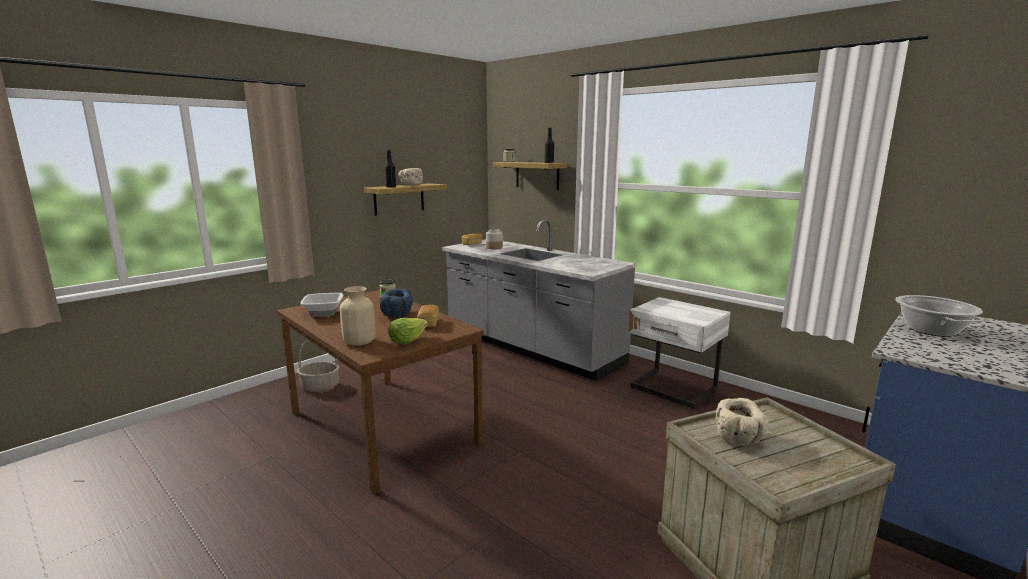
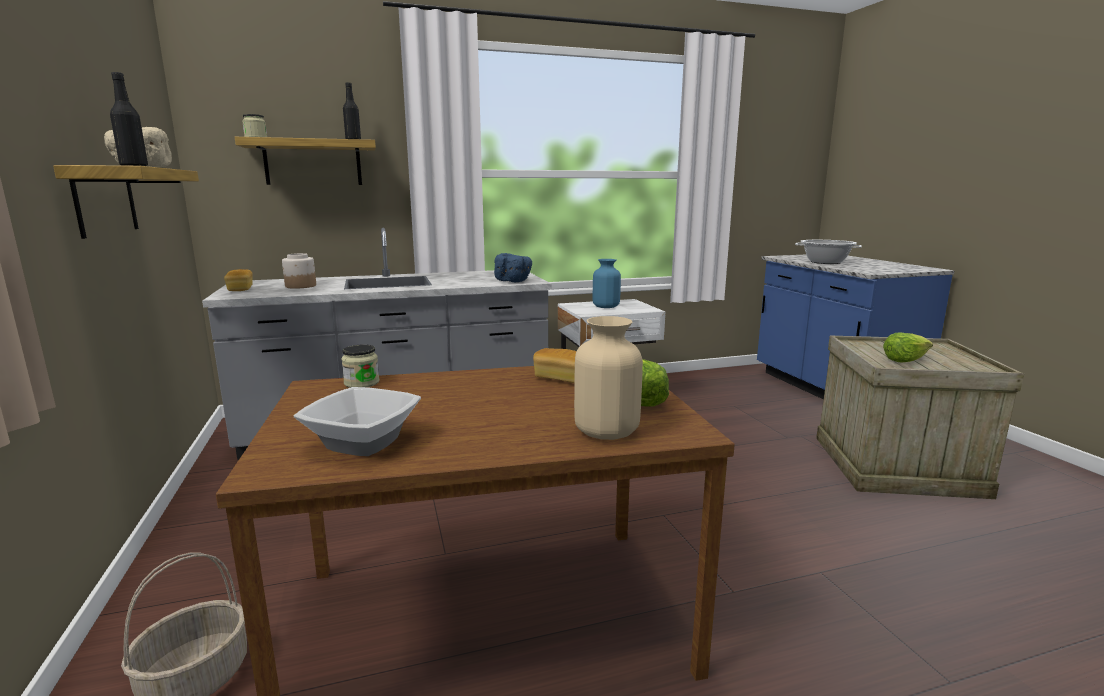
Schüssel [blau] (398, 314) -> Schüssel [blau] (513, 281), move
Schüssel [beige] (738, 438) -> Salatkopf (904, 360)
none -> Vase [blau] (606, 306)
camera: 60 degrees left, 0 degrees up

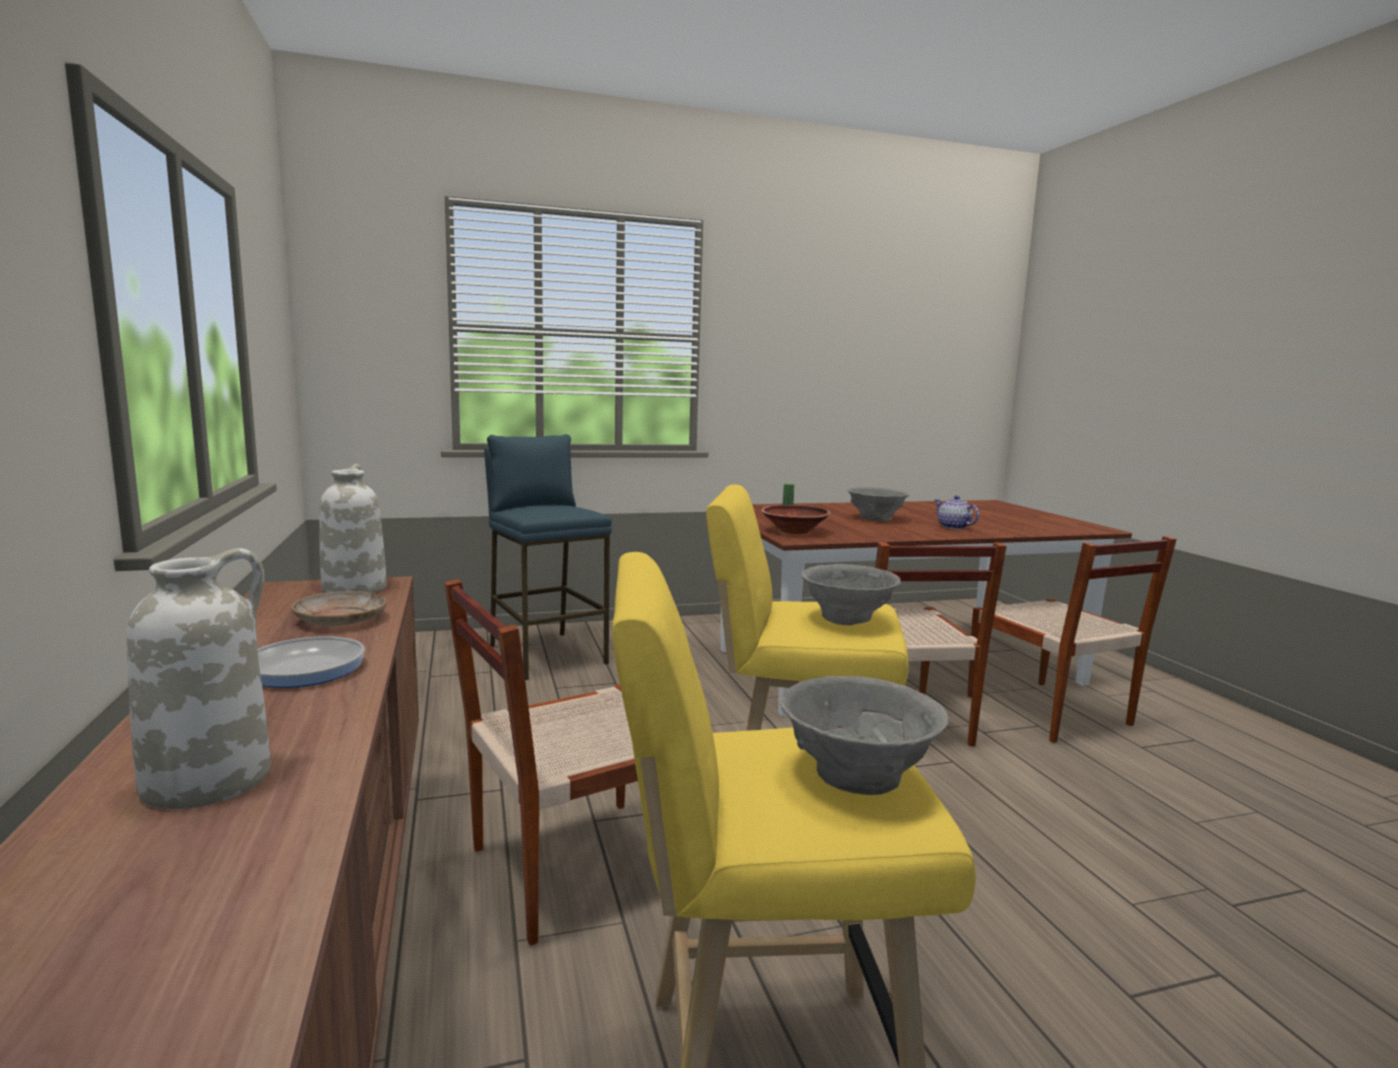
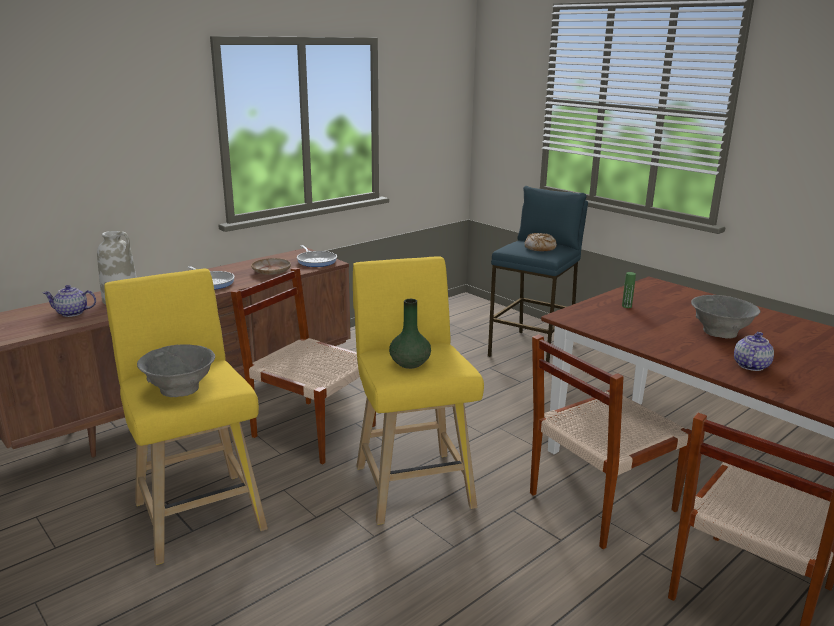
Vase [weiß] (354, 588) -> Pfanne (316, 261)
Schüssel [braun] (795, 531) -> none
Schüssel [grau] (847, 618) -> Vase [grün] (410, 363)
none -> Teekanne (72, 313)
none -> Brot (540, 248)
camera: 65 degrees right, 10 degrees up

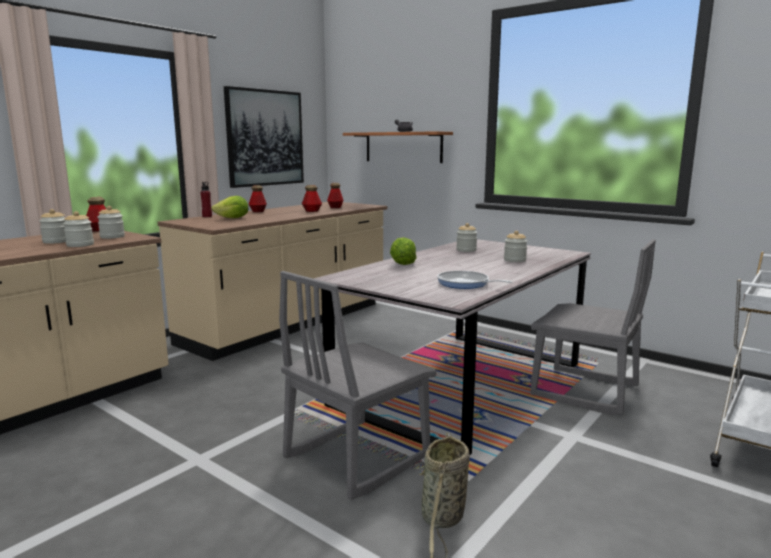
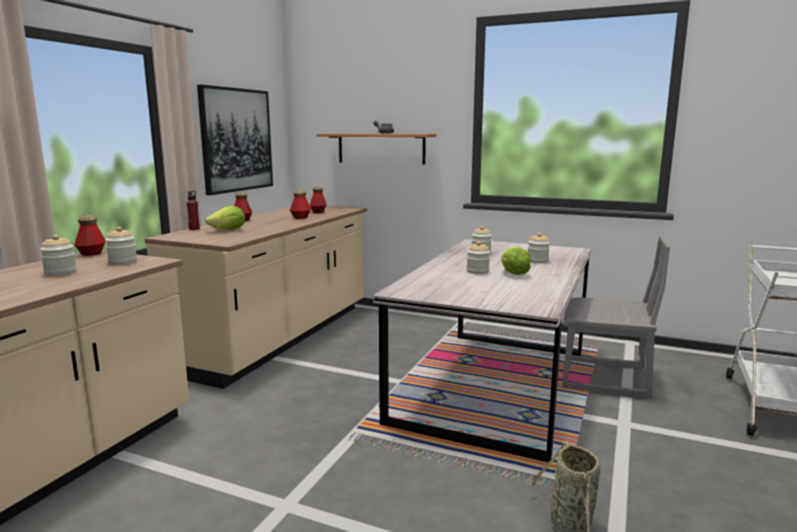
Vorratsglas (80, 245) -> Vorratsglas (477, 271), move
Stuhl [grau] (356, 457) -> none
Salatkopf (402, 264) -> Salatkopf (513, 274), move
Pfanne (465, 284) -> none
camera: 15 degrees left, 0 degrees up

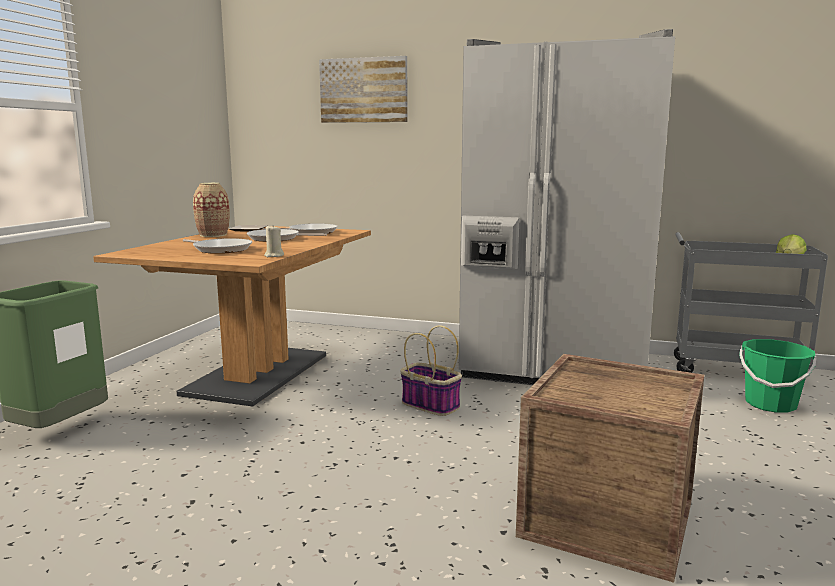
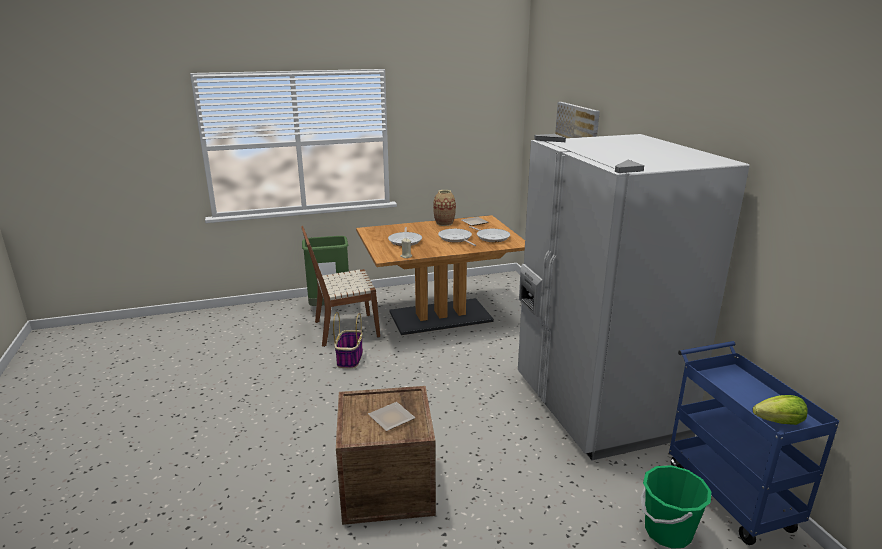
Korb (429, 405) -> Korb (350, 358), move
Rollwagen [grau] (732, 372) -> Rollwagen [blau] (726, 496)
none -> Stuhl (343, 330)
none -> Teller (390, 418)
camera: 55 degrees right, 10 degrees up

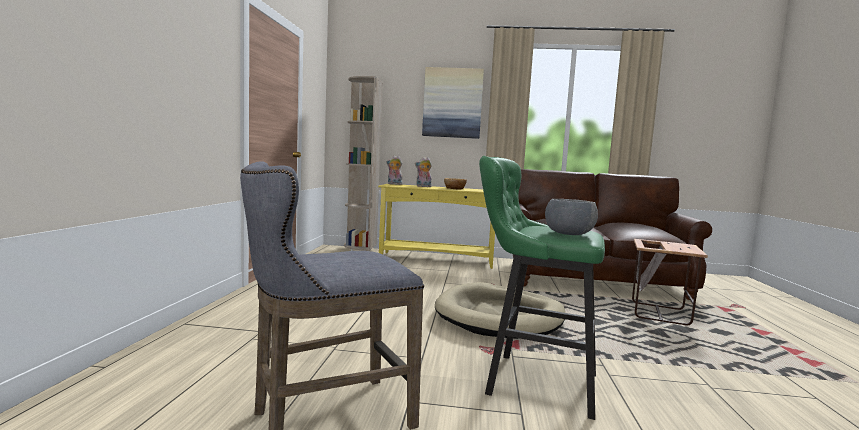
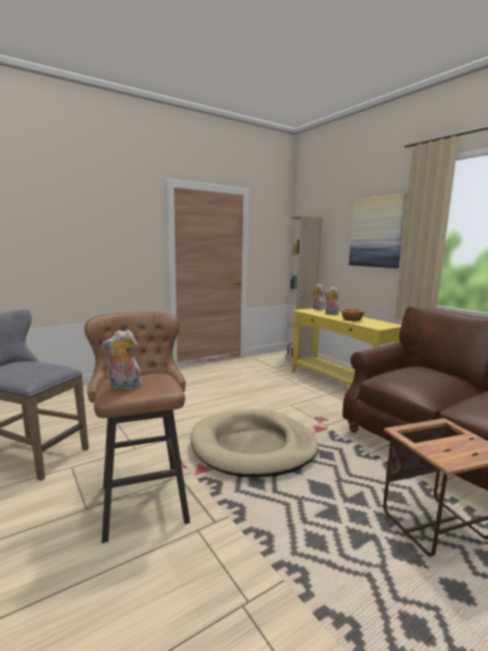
Hocker [grün] (527, 380) -> Hocker [braun] (143, 495)
Schüssel [grau] (569, 234) -> Plüschtier (124, 387)
camera: 50 degrees right, 5 degrees up

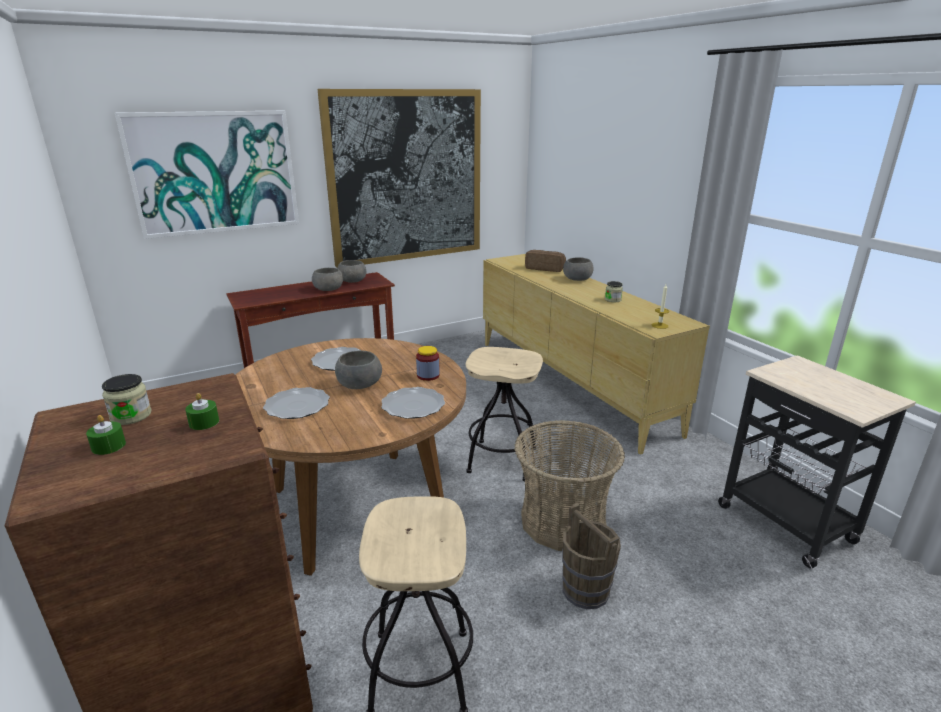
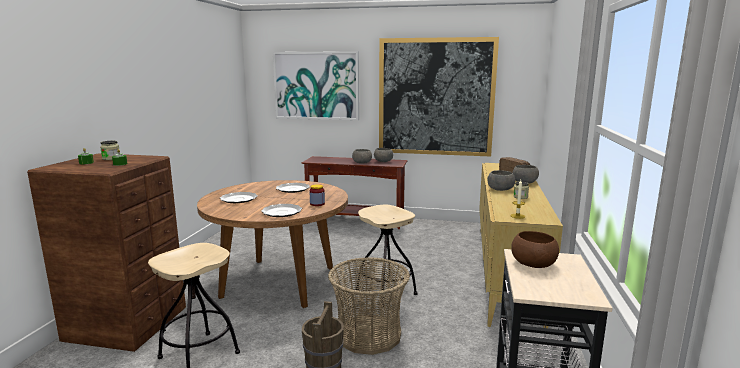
Schüssel [grau] (359, 384) -> Schüssel [grau] (500, 189), move
none -> Schüssel [braun] (534, 263)
camera: 40 degrees right, 10 degrees down

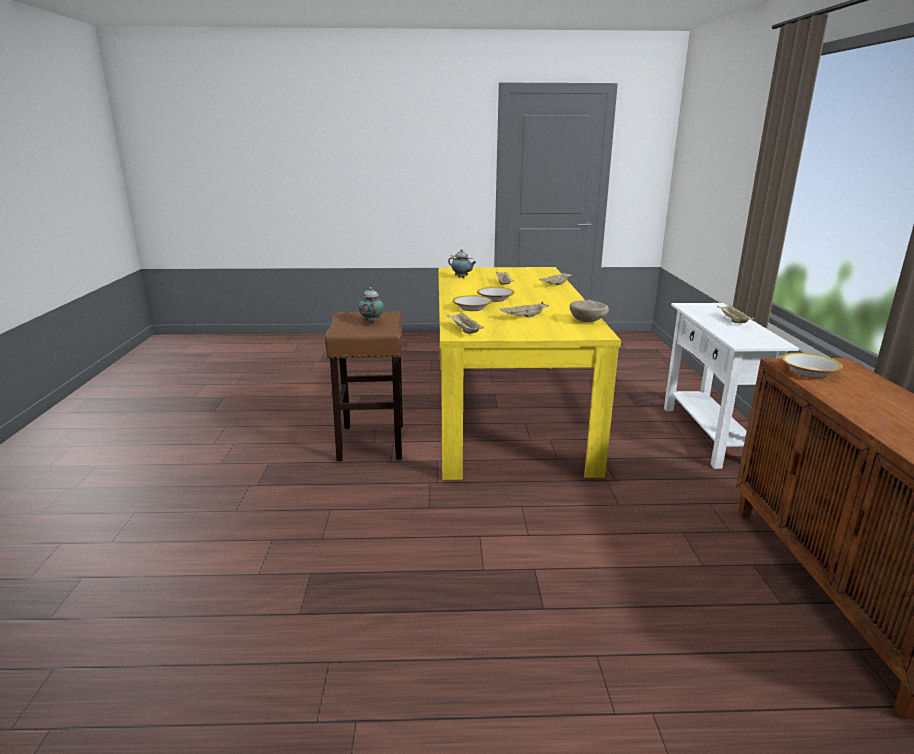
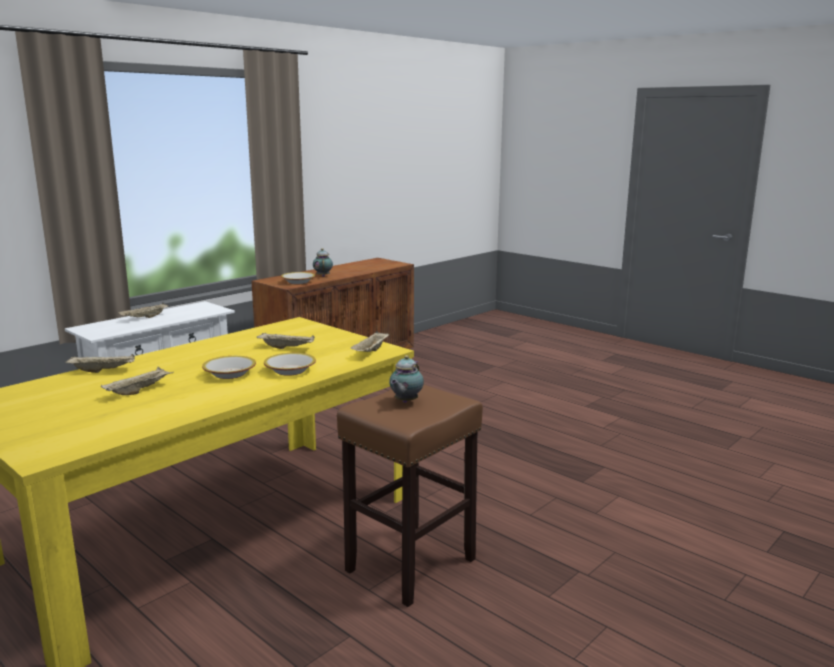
Teekanne (462, 278) -> Teekanne (323, 276), move
Schüssel [beige] (588, 321) -> none
camera: 135 degrees left, 5 degrees down

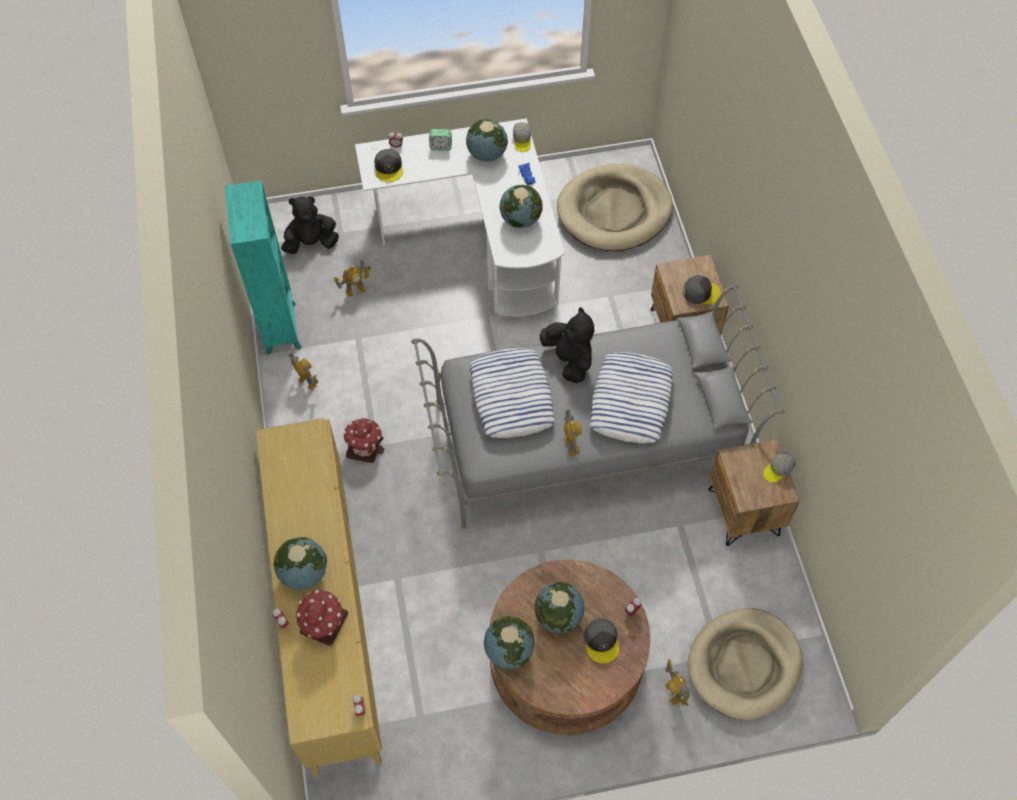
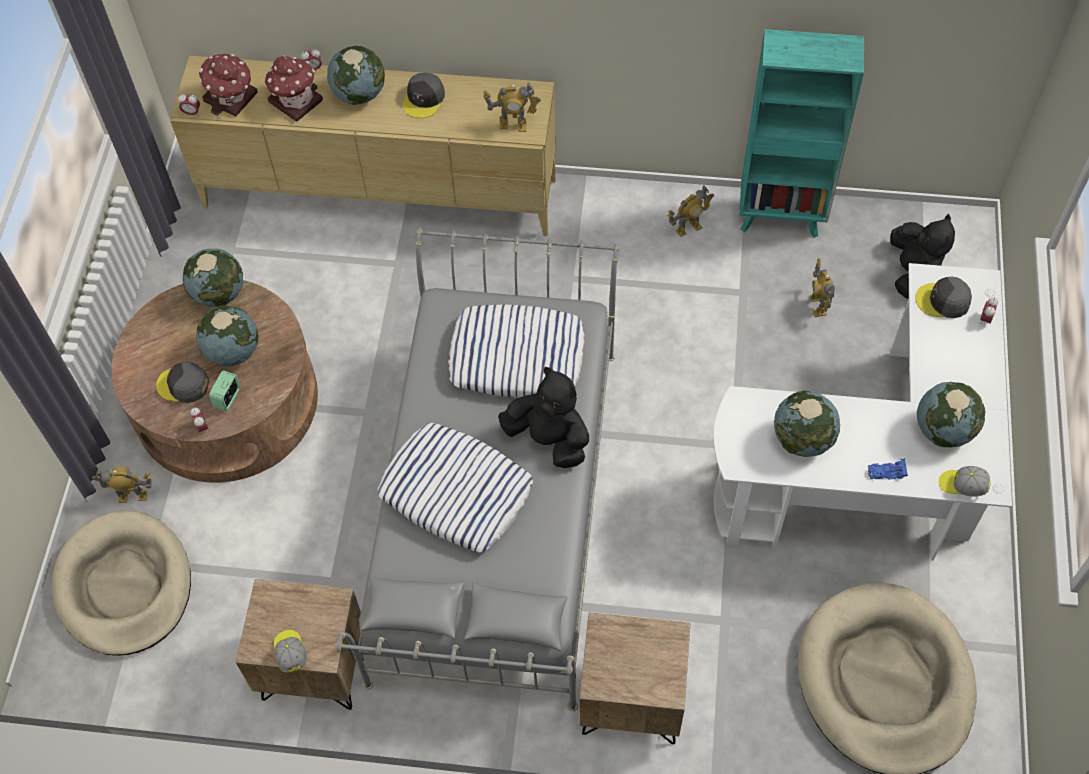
Spielzeughaus (364, 446) -> Spielzeughaus (231, 98), move
Wecker (441, 146) -> Wecker (228, 398), move
Plüschtier [schwarz] (569, 359) -> Plüschtier [schwarz] (549, 439), 135 degrees counterclockwise
Spielzeugroboter (571, 446) -> Spielzeugroboter (513, 125), move
Kappe [grau] (701, 292) -> Kappe [grau] (424, 99), move
camera: 110 degrees right, 0 degrees up

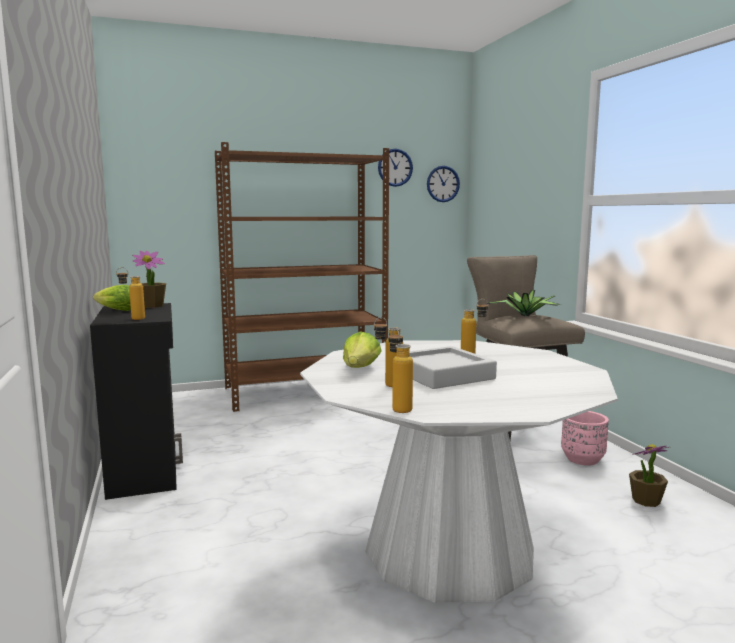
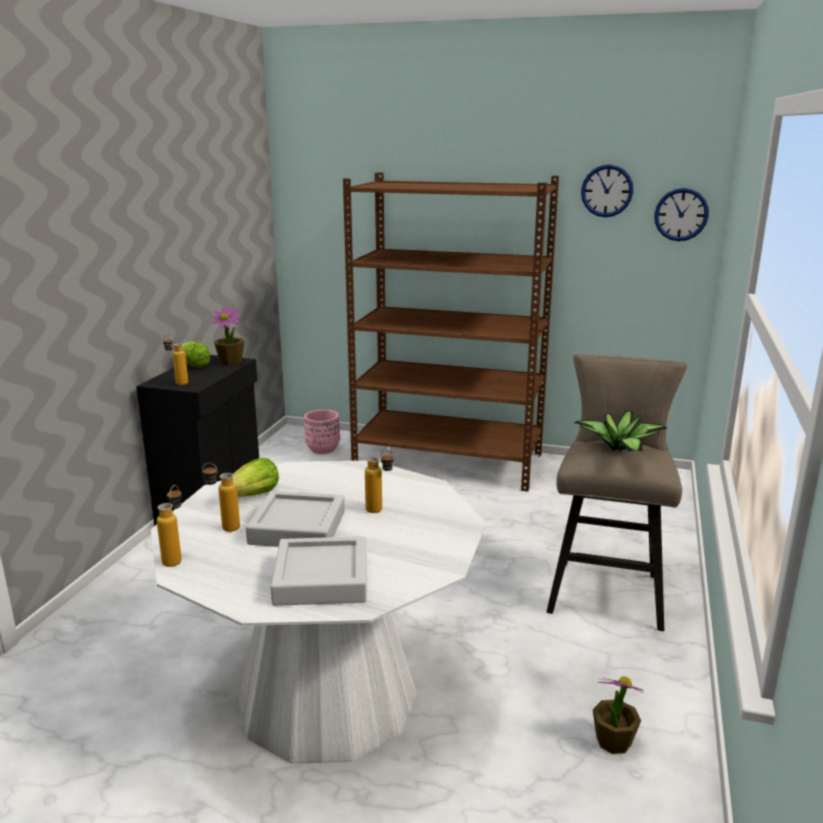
Pflanzkübel [rosa] (582, 459) -> Pflanzkübel [rosa] (323, 449), move
none -> Tablett [grau] (321, 579)
camera: 35 degrees right, 10 degrees up

